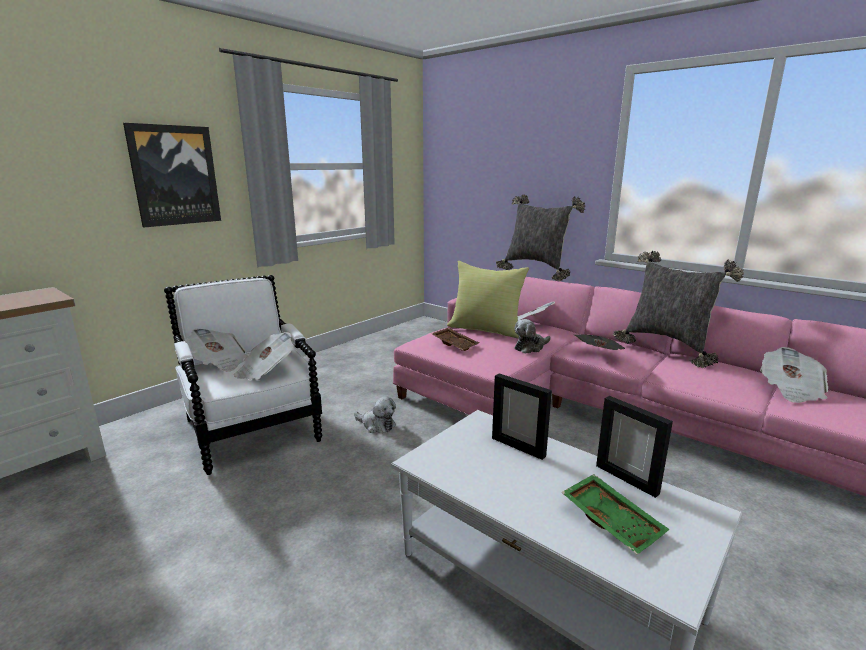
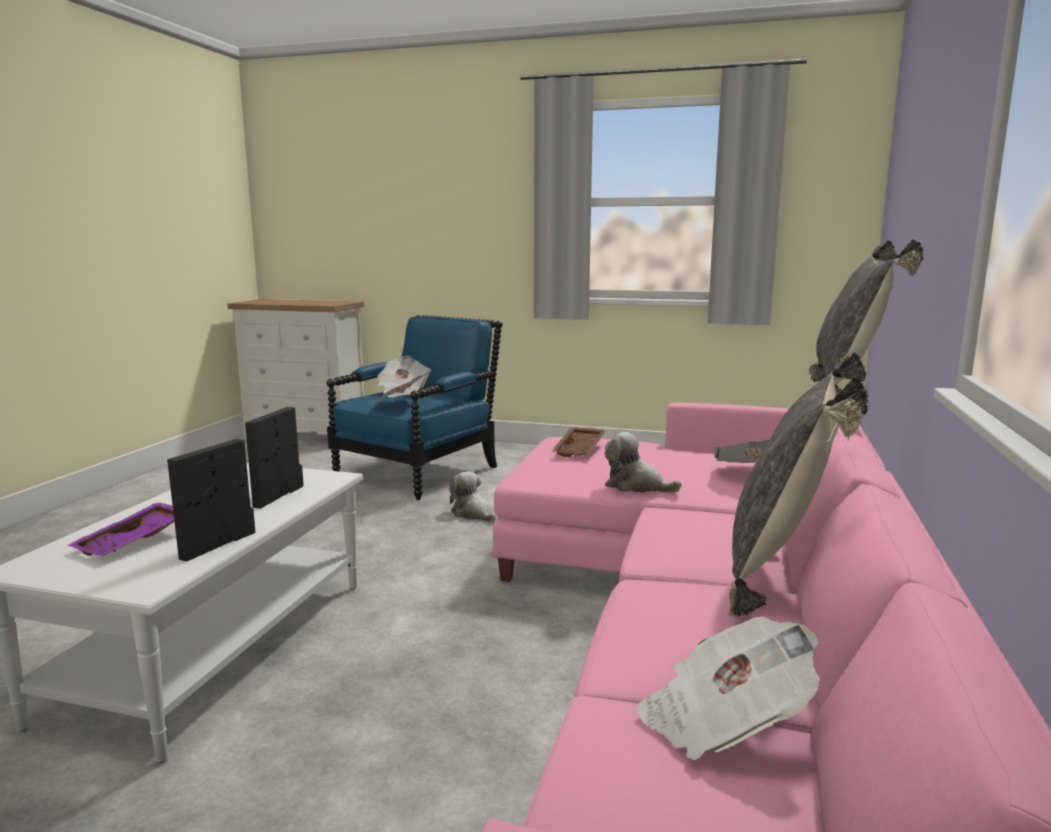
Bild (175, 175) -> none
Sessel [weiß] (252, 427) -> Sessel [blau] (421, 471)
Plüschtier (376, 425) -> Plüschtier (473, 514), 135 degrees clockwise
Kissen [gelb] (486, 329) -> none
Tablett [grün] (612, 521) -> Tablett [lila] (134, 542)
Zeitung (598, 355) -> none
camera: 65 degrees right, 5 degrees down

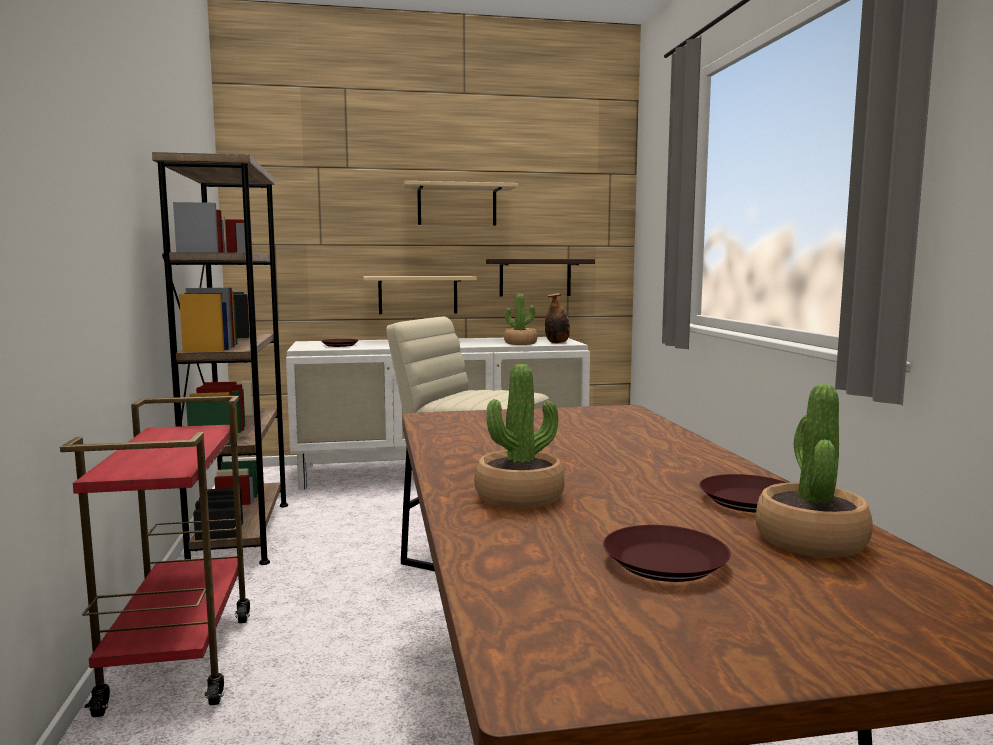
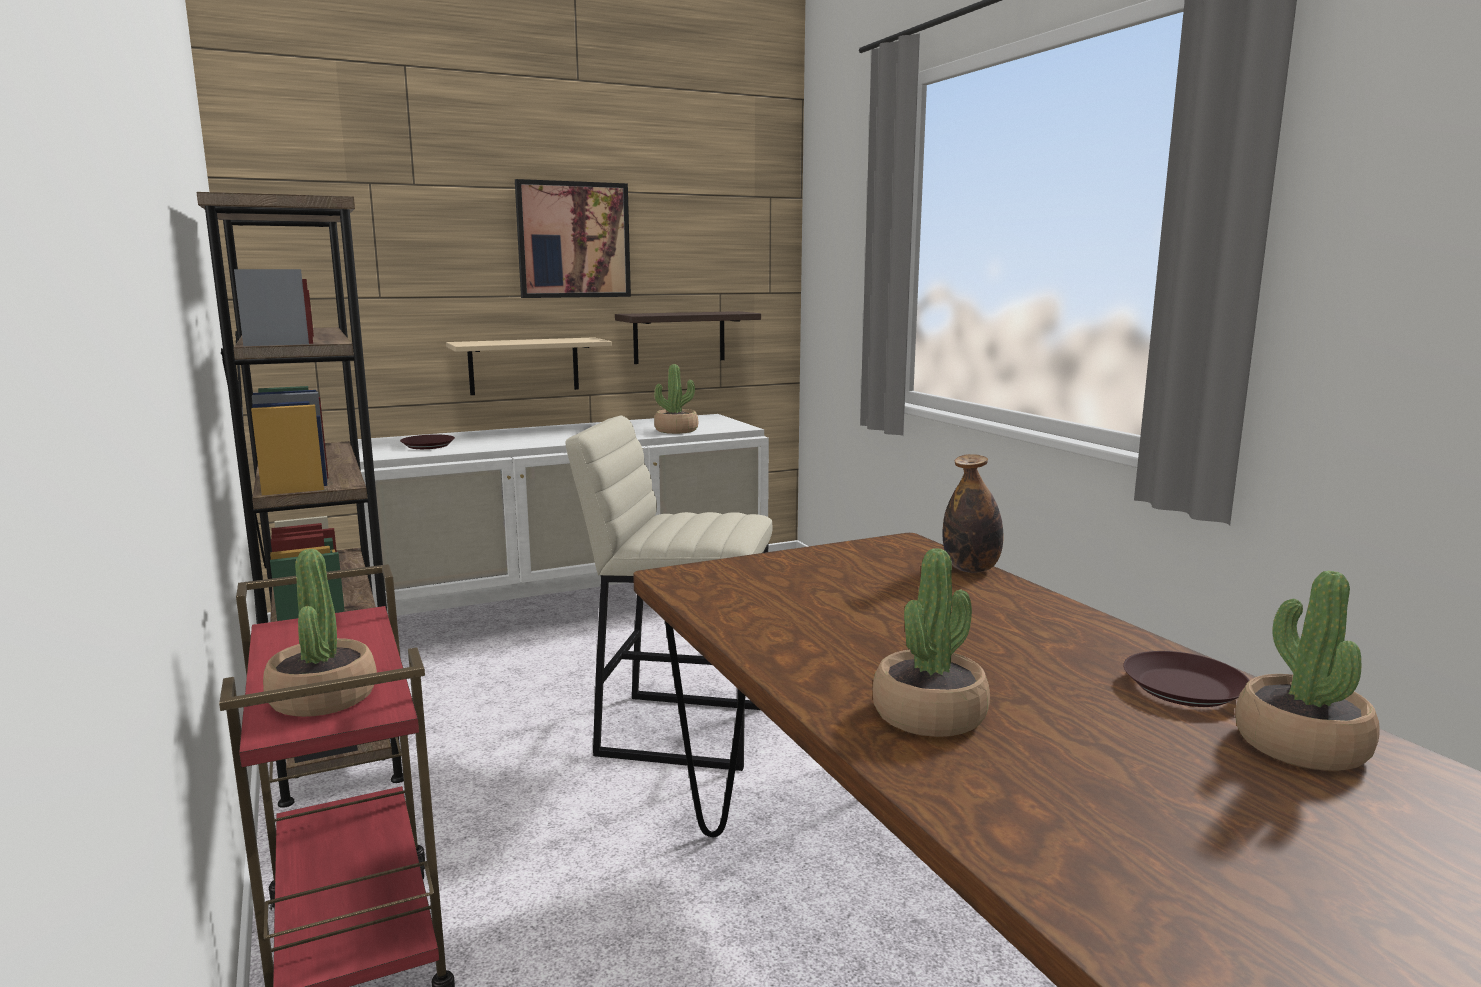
Wandregal [beige] (457, 205) -> Bild (573, 240)
Flasche (557, 343) -> Flasche (971, 569), move
Teller [braun] (666, 562) -> none
none -> Topfpflanze (322, 697)
camera: 15 degrees left, 5 degrees up

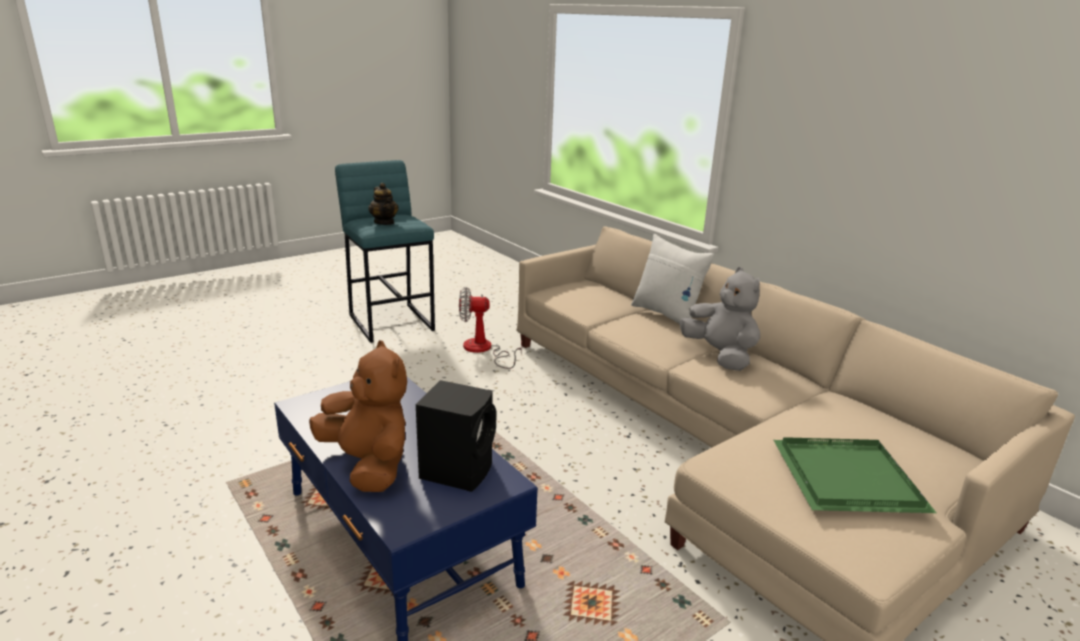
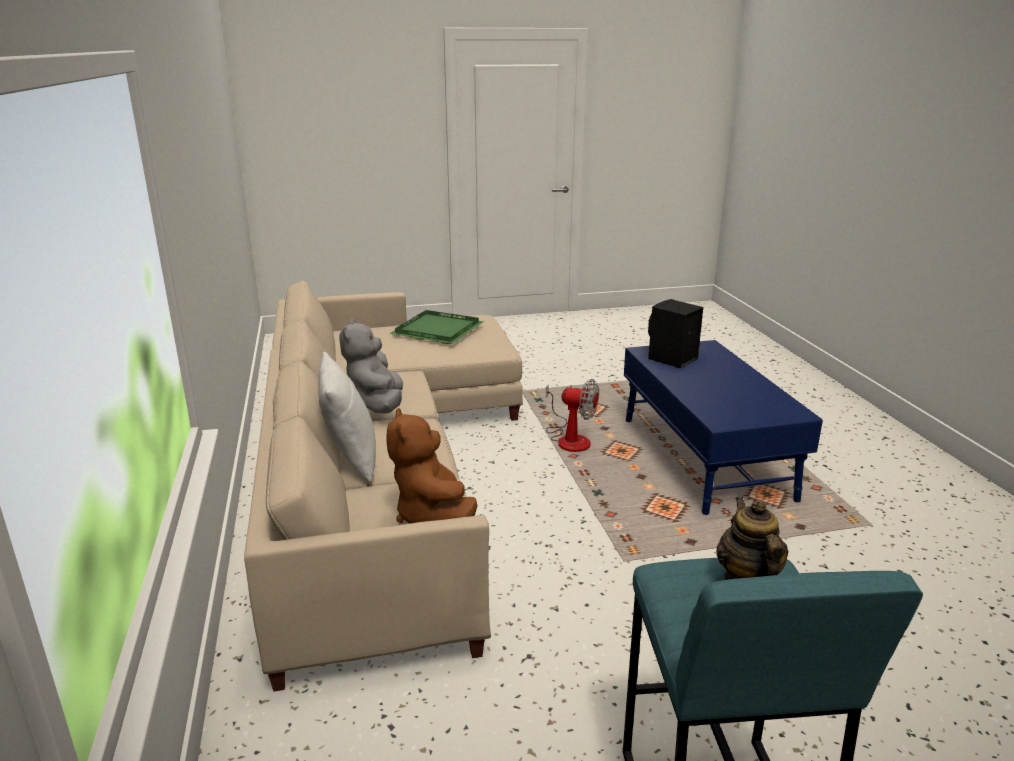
Plüschtier [braun] (368, 465) -> Plüschtier [braun] (432, 516), move
Ventilator (483, 350) -> Ventilator (569, 439), move
camera: 155 degrees left, 0 degrees up

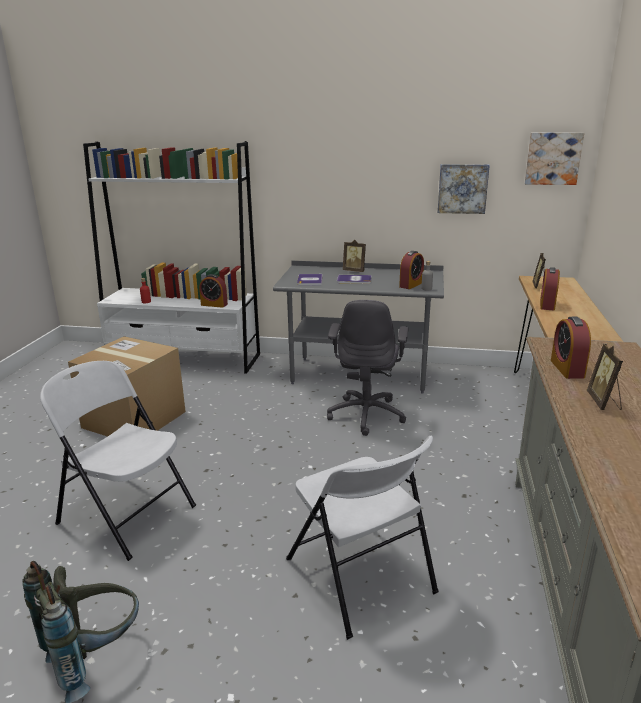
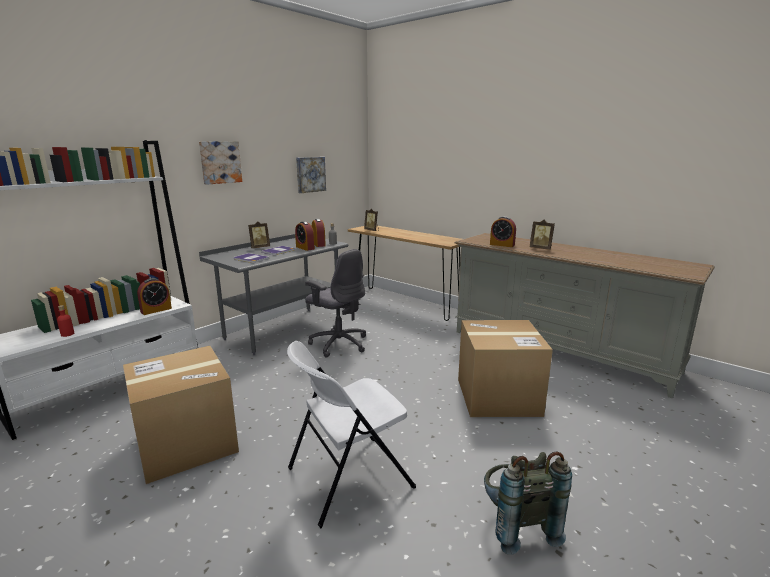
Stuhl [weiß] (359, 575) -> Karton (498, 397)
Bild (553, 158) -> Bild (220, 162), move
Wecker (547, 305) -> Wecker (305, 248), move
camera: 60 degrees left, 5 degrees down

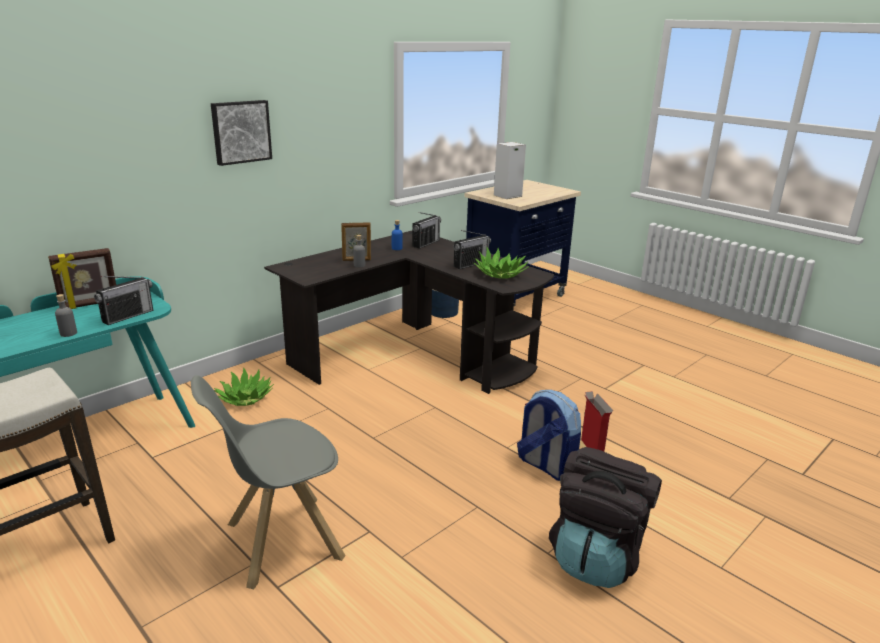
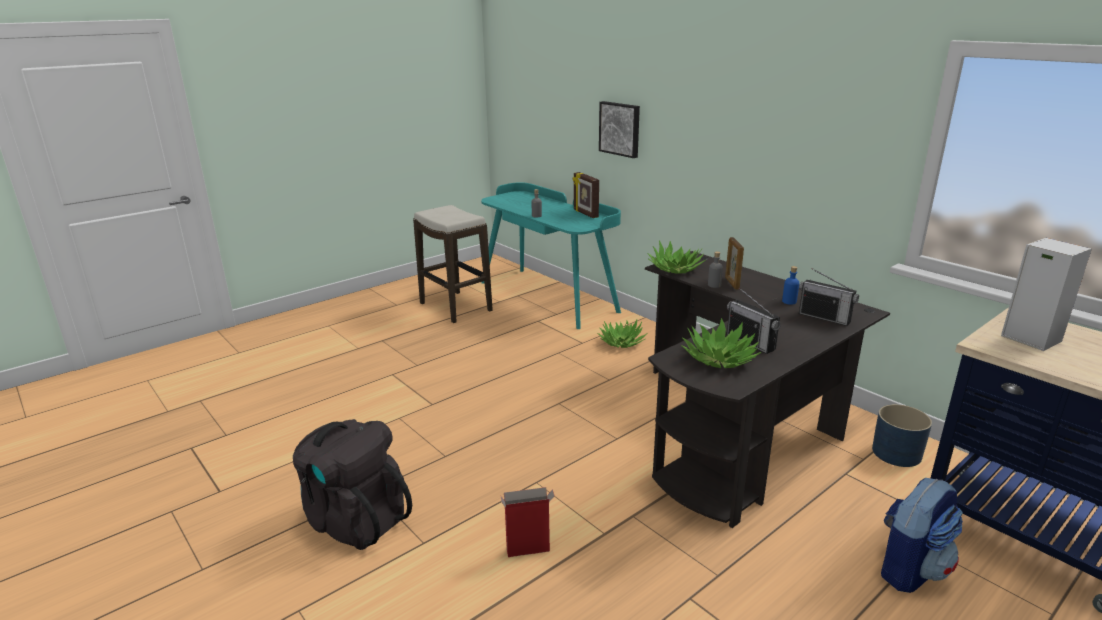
Radio (128, 316) -> none
Stuhl [grau] (280, 541) -> none
Bild (240, 132) -> Bild (620, 129), move
Rucksack (545, 466) -> Rucksack (910, 569), move
none -> Topfpflanze (675, 268)
camera: 95 degrees right, 0 degrees up

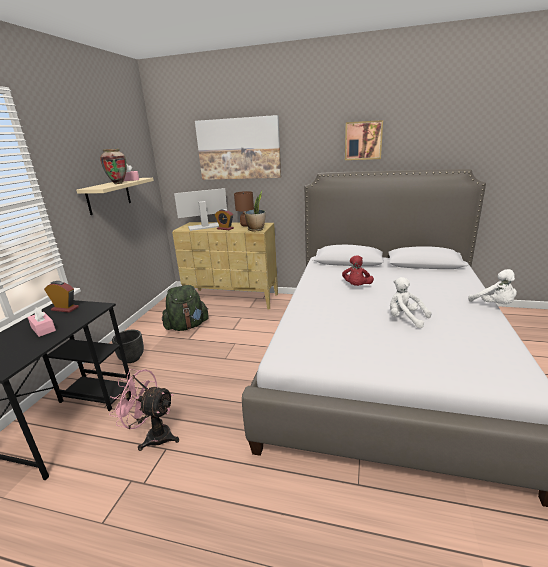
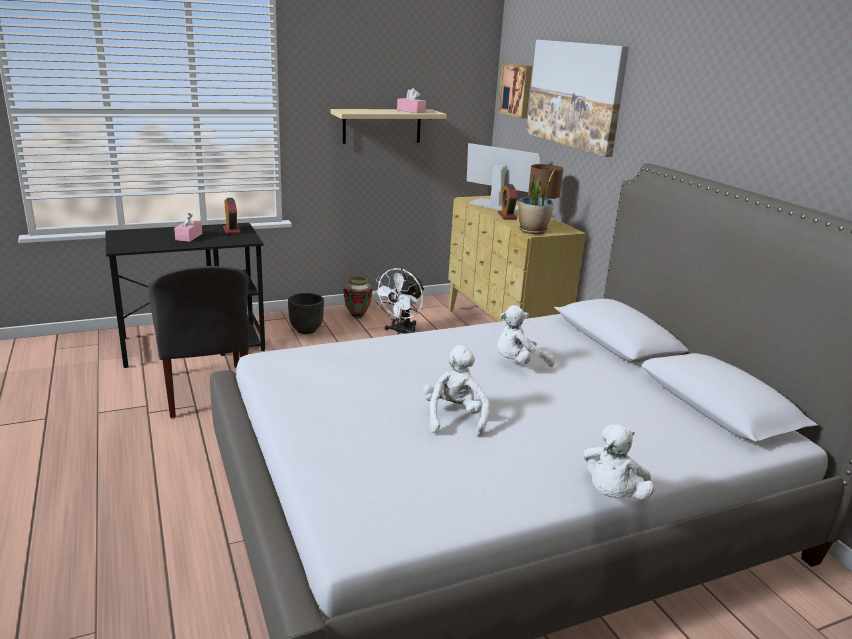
Vase (118, 183) -> Vase (357, 316), move
Ventilator [rosa] (153, 436) -> Stuhl [grau] (206, 392)
Rucksack [grün] (187, 326) -> Ventilator [weiß] (401, 332)
Plüschtier [rot] (356, 287) -> Plüschtier [weiß] (519, 363)
Bild (363, 140) -> Bild (516, 90), move
camera: 50 degrees right, 0 degrees up

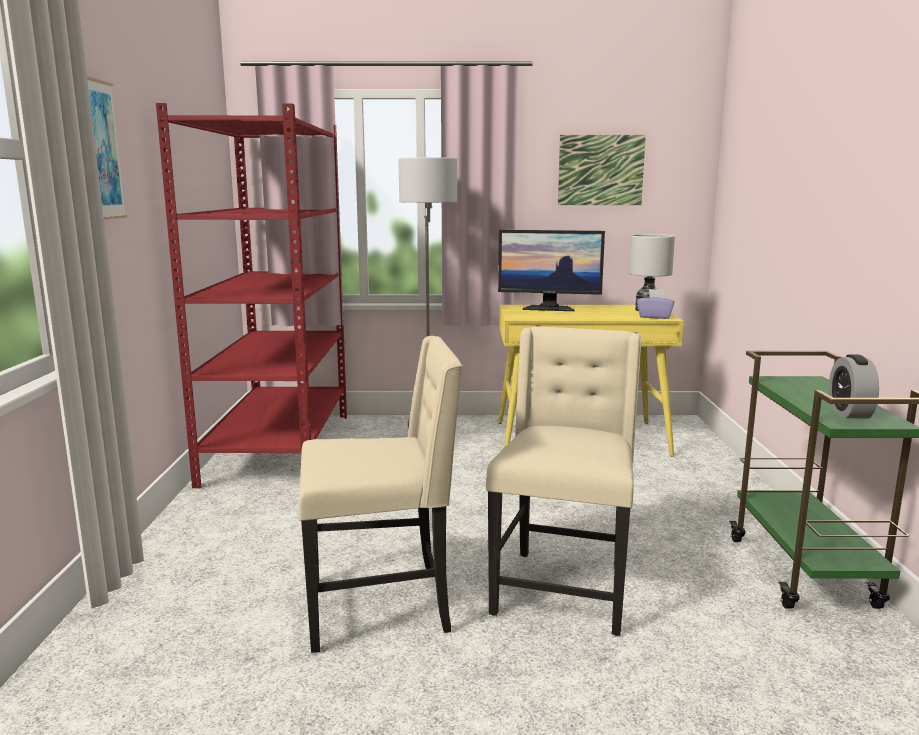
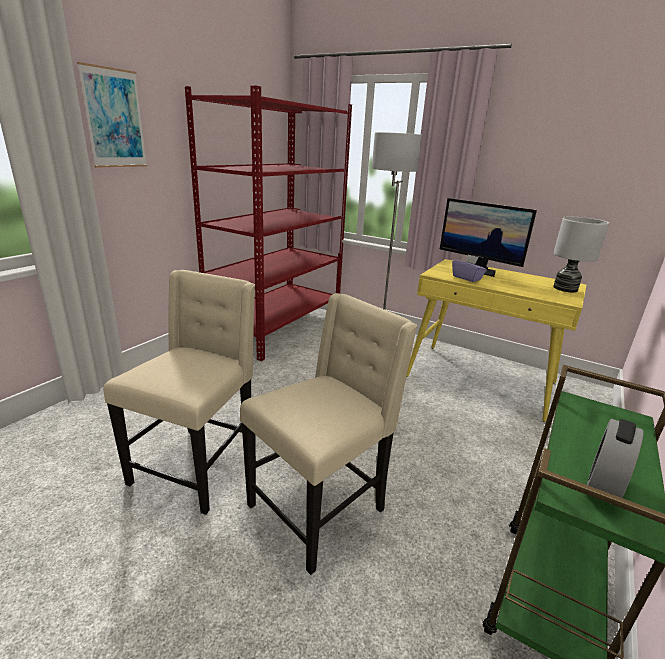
Stuhl [beige] (381, 607) -> Stuhl [beige] (197, 465), 90 degrees counterclockwise
Bild (600, 170) -> none
Taschentuchbox [lila] (654, 317) -> Taschentuchbox [lila] (467, 278), move
camera: 30 degrees right, 10 degrees up

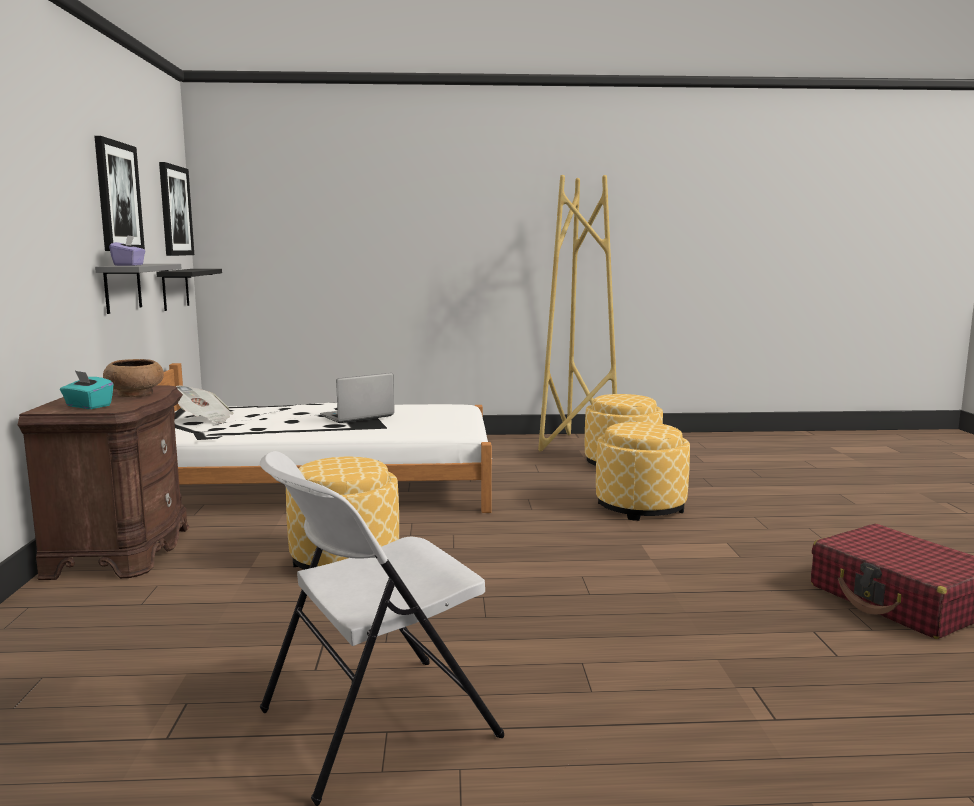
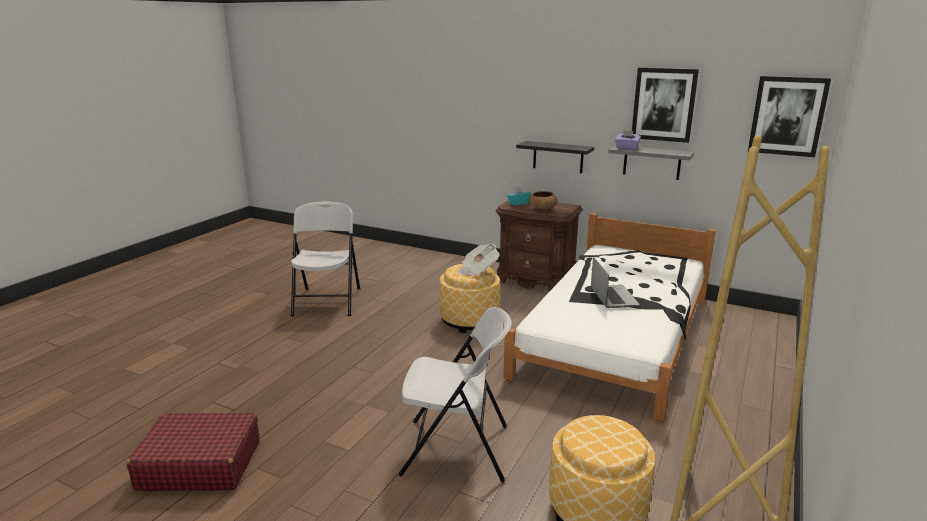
Wandregal [schwarz] (175, 289) -> Wandregal [schwarz] (558, 157), move
Zeitung (204, 419) -> Zeitung (477, 270), move
Polsterhocker (640, 506) -> Stuhl [weiß] (455, 449)
camera: 120 degrees right, 10 degrees up

